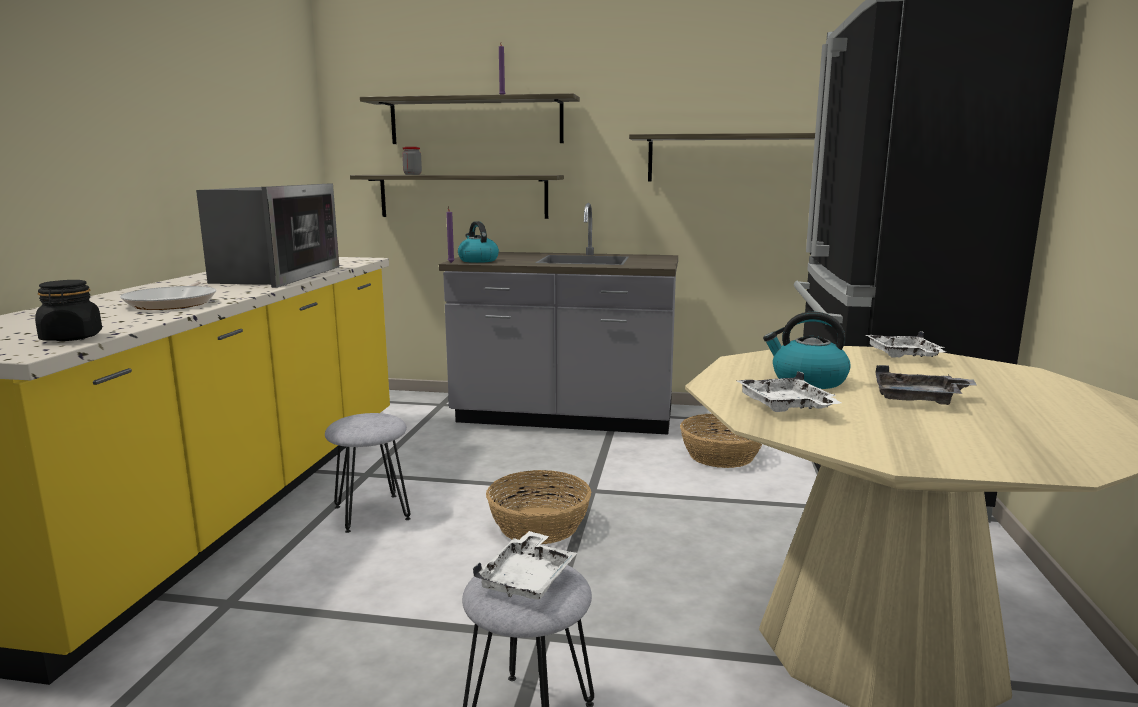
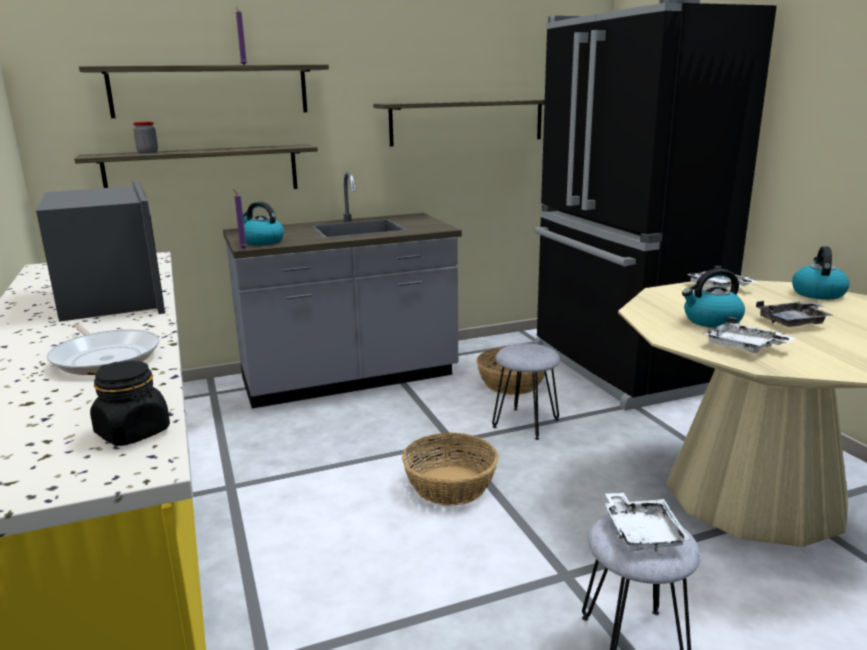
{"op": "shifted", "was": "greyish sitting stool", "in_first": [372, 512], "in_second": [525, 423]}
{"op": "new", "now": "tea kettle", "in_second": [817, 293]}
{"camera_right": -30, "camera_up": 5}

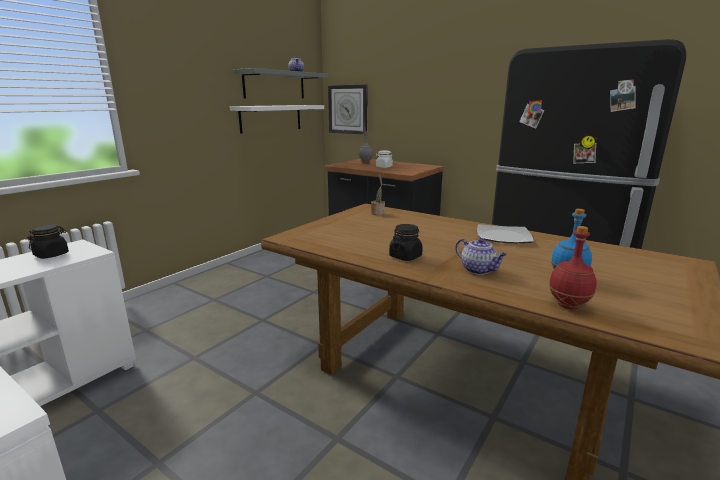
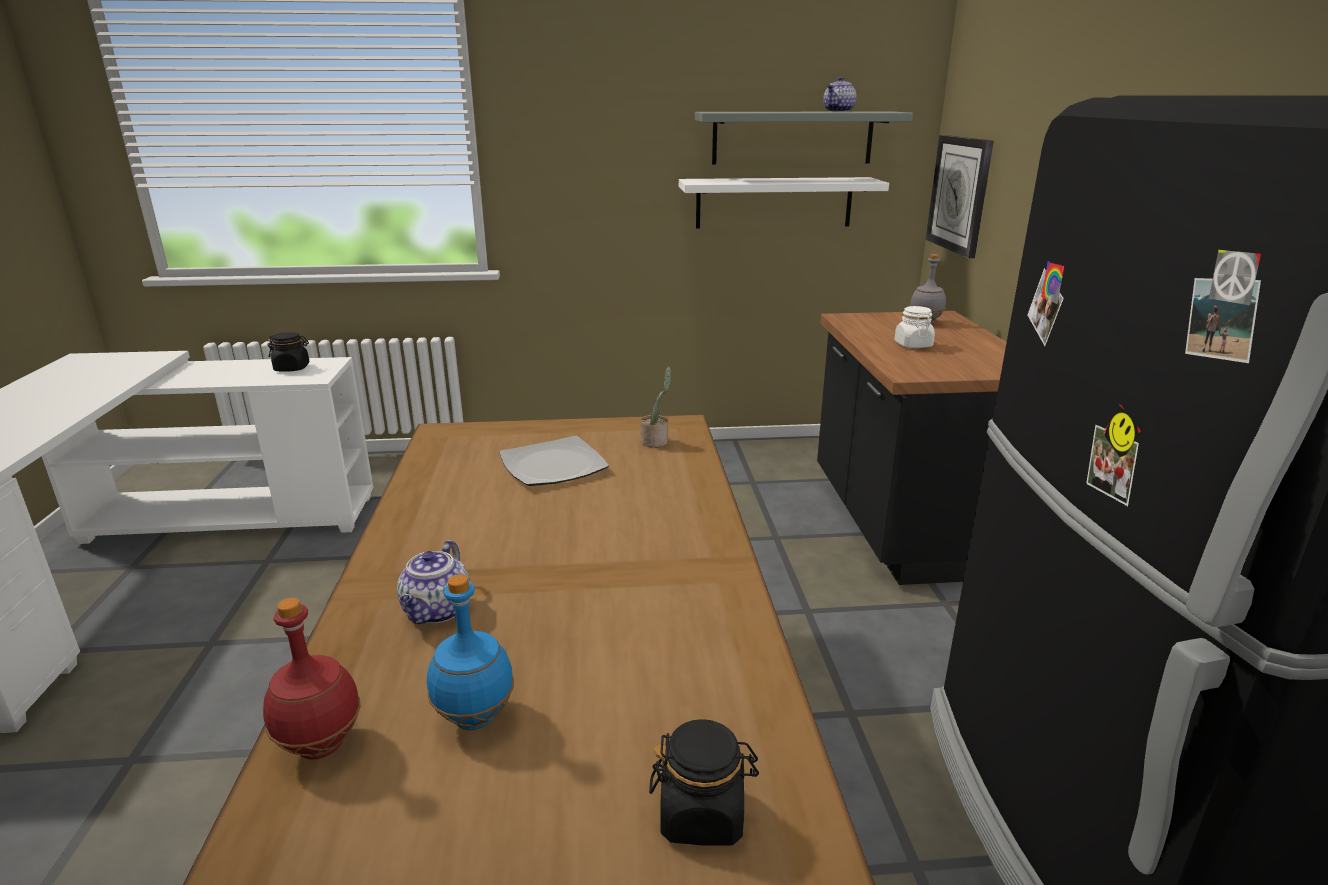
{"op": "shifted", "was": "blackish storage jar", "in_first": [405, 256], "in_second": [702, 815]}
{"op": "shifted", "was": "plate", "in_first": [503, 236], "in_second": [554, 465]}
{"camera_right": 50, "camera_up": 5}

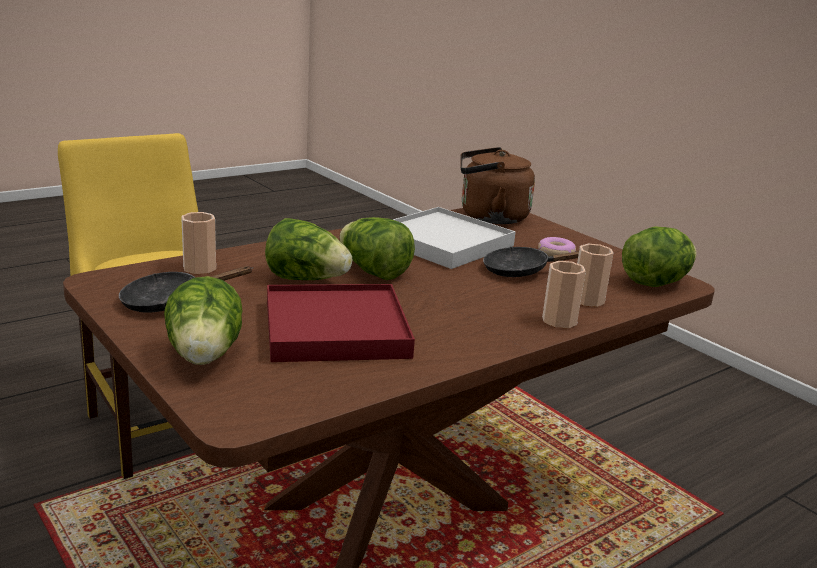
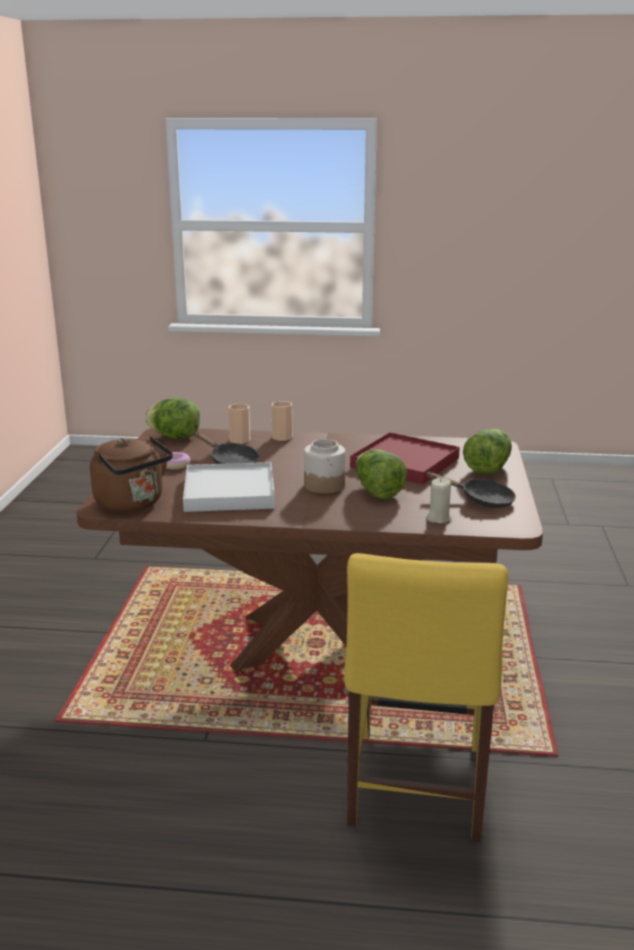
{"op": "swapped", "was": "small cup", "now": "beige-coloured wax candle", "in_first": [199, 268], "in_second": [438, 518]}
{"op": "swapped", "was": "lettuce", "now": "storage jar", "in_first": [373, 272], "in_second": [324, 485]}
{"camera_right": -135, "camera_up": 0}

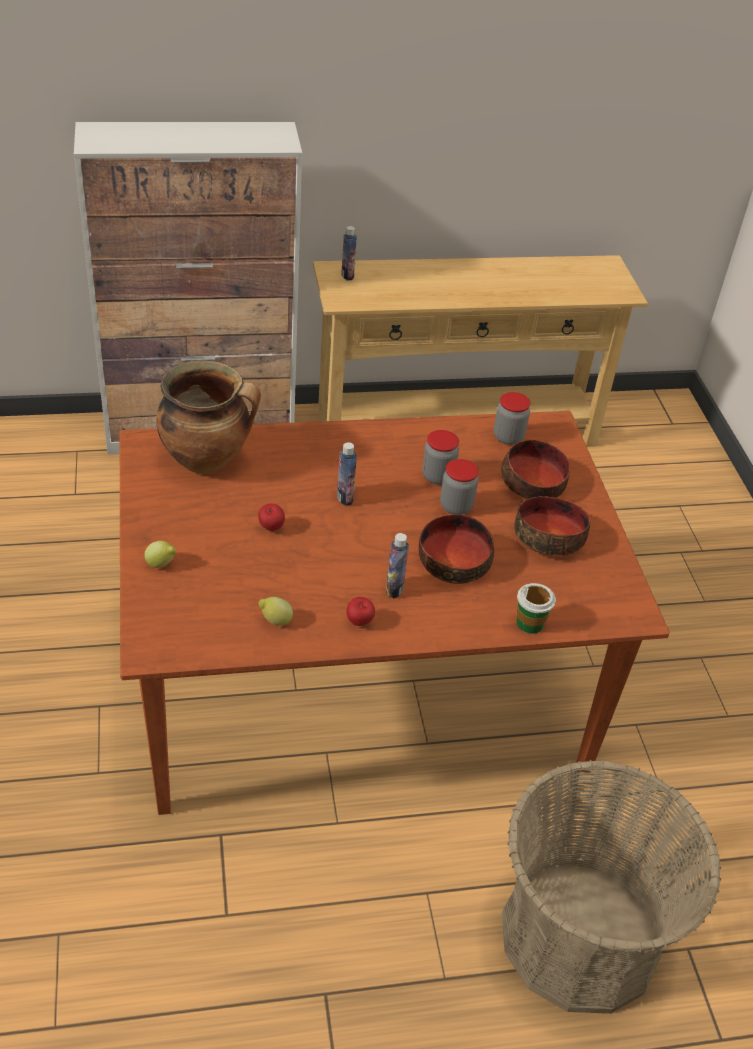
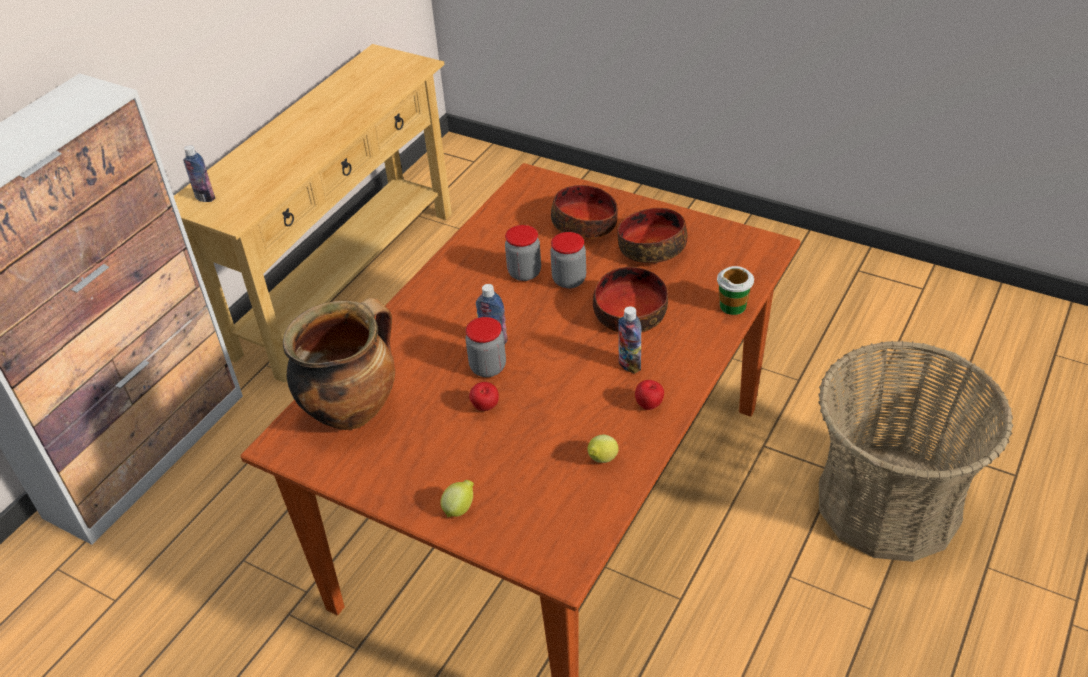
{"op": "shifted", "was": "storage jar", "in_first": [508, 437], "in_second": [488, 367]}
{"camera_right": -45, "camera_up": 0}

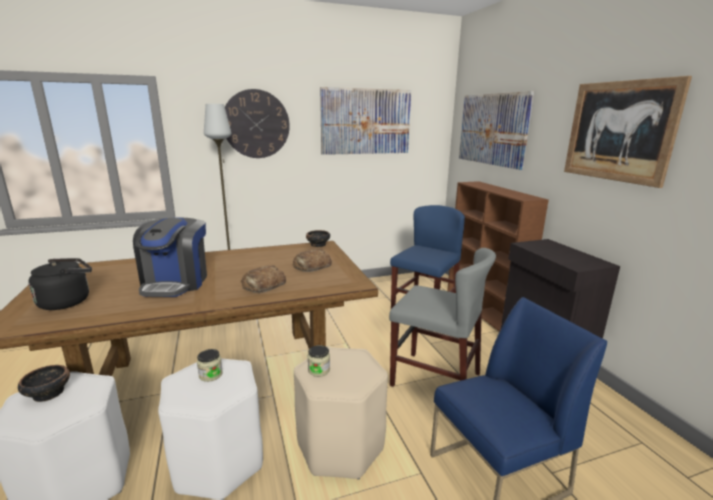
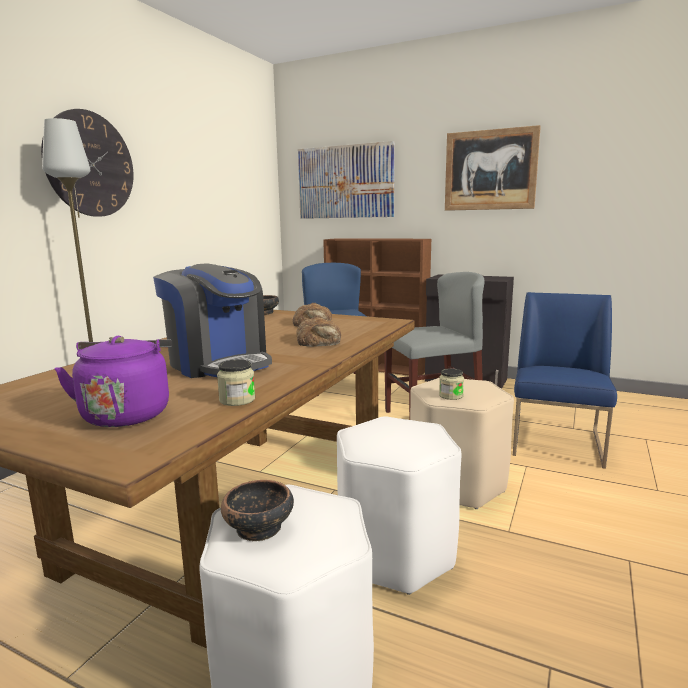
{"op": "repainted", "was": "blackish tea kettle", "now": "purple tea kettle", "in_first": [68, 301], "in_second": [127, 414]}
{"op": "shifted", "was": "storage jar", "in_first": [210, 375], "in_second": [237, 400]}
{"op": "gone", "was": "picture", "in_first": [366, 121]}
{"camera_right": -45, "camera_up": -5}

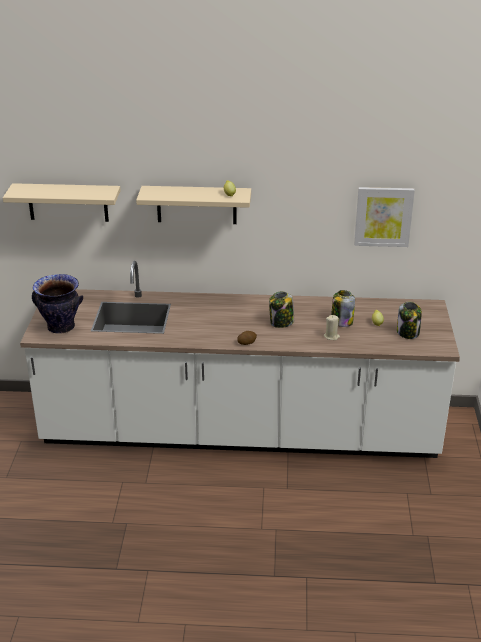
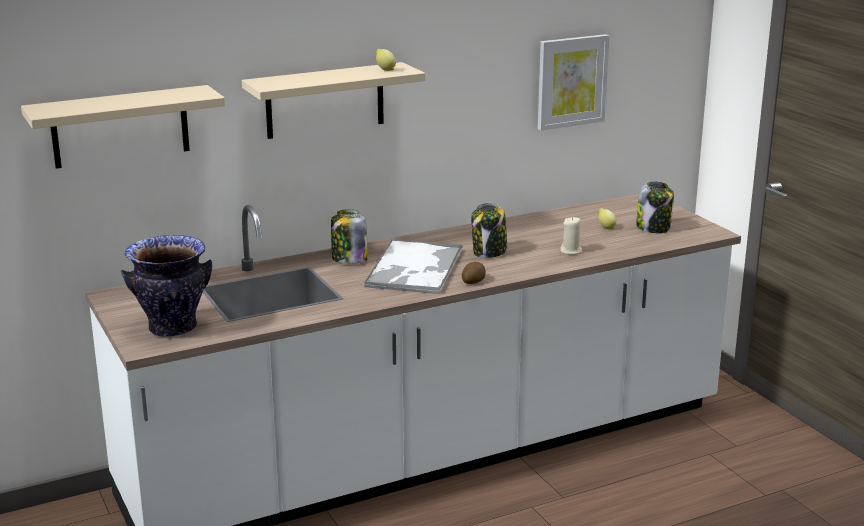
{"op": "shifted", "was": "storage jar", "in_first": [341, 321], "in_second": [349, 259]}
{"op": "new", "now": "tray", "in_second": [414, 269]}
{"camera_right": -30, "camera_up": -10}

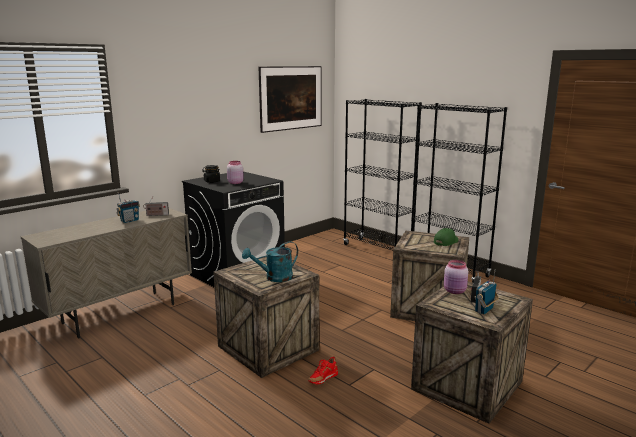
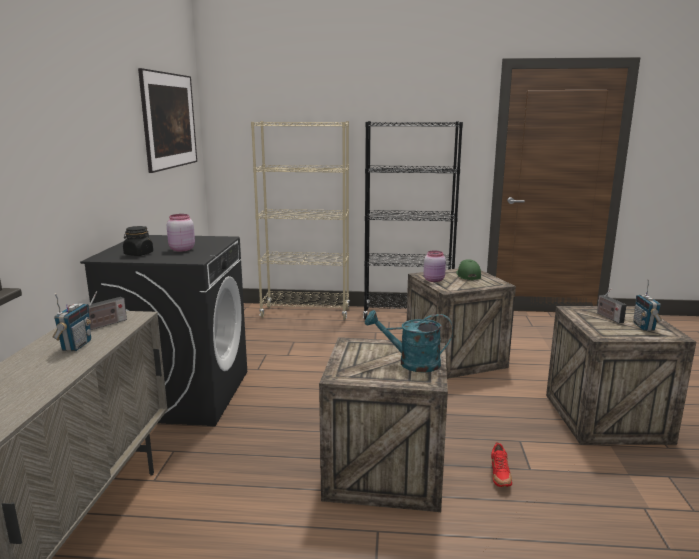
{"op": "rotated", "was": "blue-green sprinkling can", "in_first": [274, 278], "in_second": [411, 363], "clockwise": 75}
{"op": "repainted", "was": "blackish shelving unit", "now": "beige-coloured shelving unit", "in_first": [377, 249], "in_second": [306, 313]}
{"op": "shifted", "was": "pink-coloured storage jar", "in_first": [455, 291], "in_second": [434, 280]}
{"camera_right": -40, "camera_up": 0}

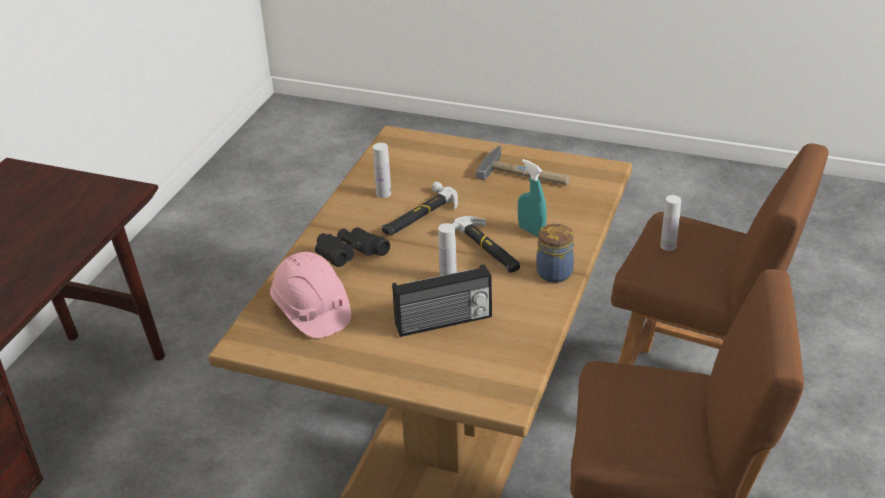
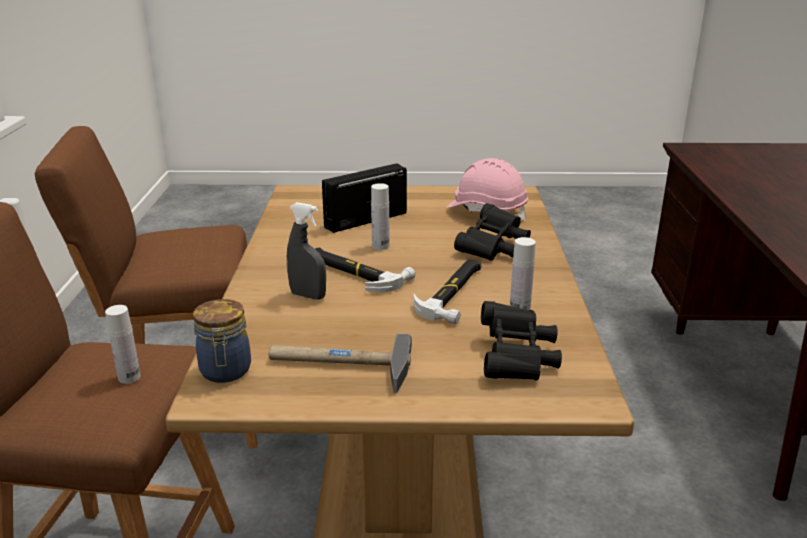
{"op": "repainted", "was": "blue-green hand sprayer", "now": "greyish hand sprayer", "in_first": [531, 231], "in_second": [308, 295]}
{"op": "shifted", "was": "storage jar", "in_first": [554, 272], "in_second": [225, 372]}
{"op": "new", "now": "blackish pair of binoculars", "in_second": [517, 359]}
{"camera_right": 160, "camera_up": -10}

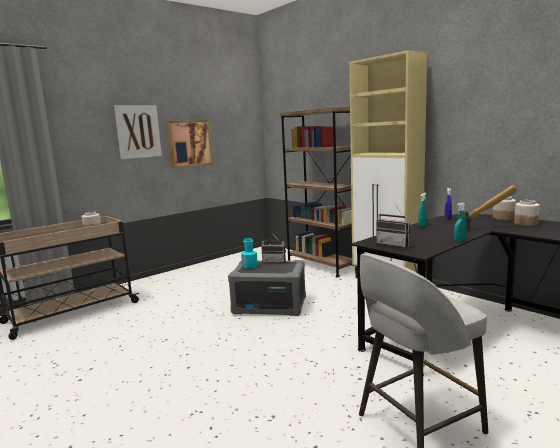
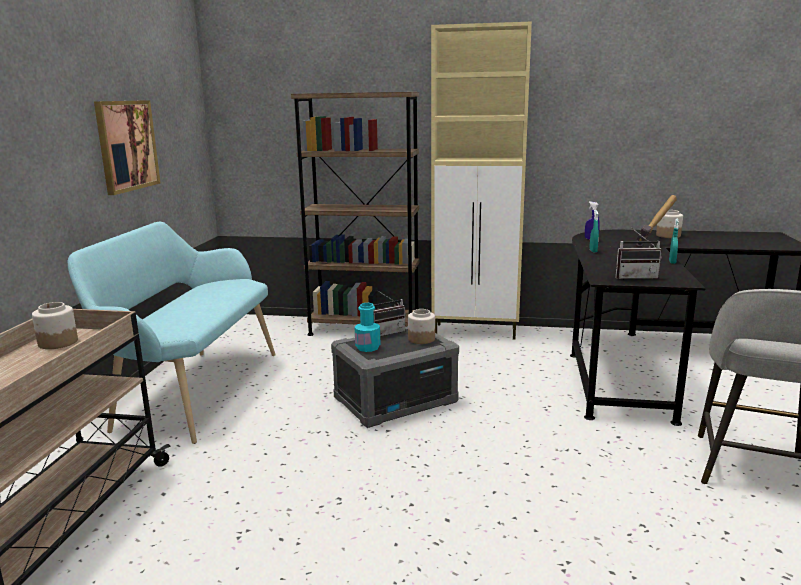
{"op": "gone", "was": "picture", "in_first": [138, 131]}
{"op": "shifted", "was": "storage jar", "in_first": [503, 218], "in_second": [421, 339]}
{"op": "new", "now": "blue-green bench", "in_second": [191, 390]}
{"camera_right": -40, "camera_up": 5}

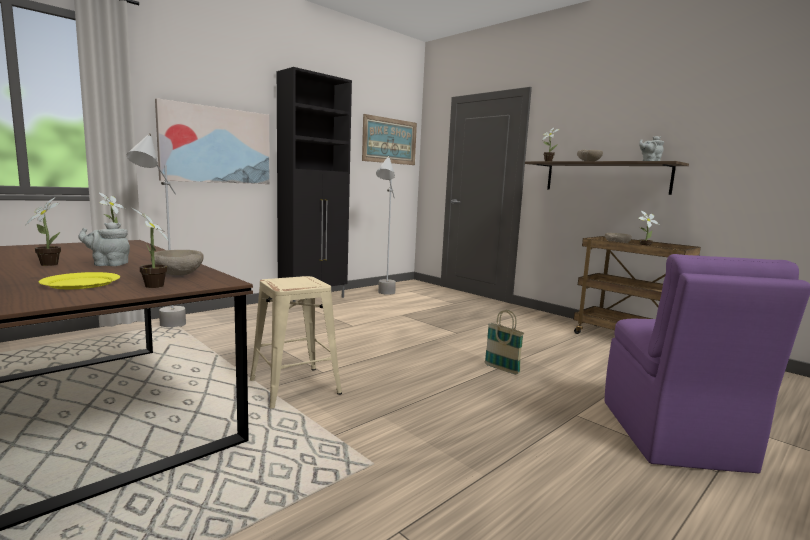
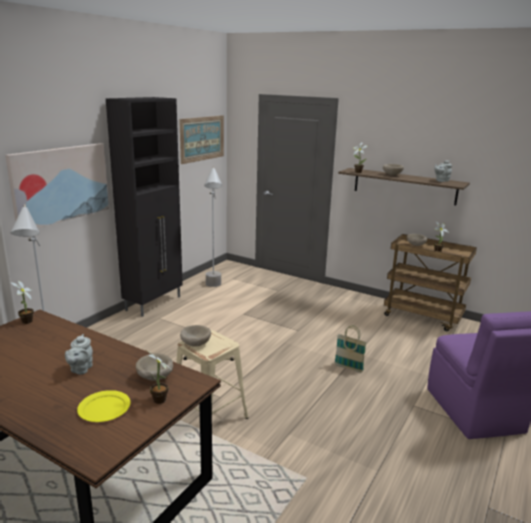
{"op": "gone", "was": "houseplant", "in_first": [49, 264]}
{"op": "rotated", "was": "greyish pot for tea", "in_first": [108, 264], "in_second": [80, 369], "clockwise": -60}
{"op": "new", "now": "beige-coloured serving bowl", "in_second": [195, 344]}
{"camera_right": -15, "camera_up": 10}

